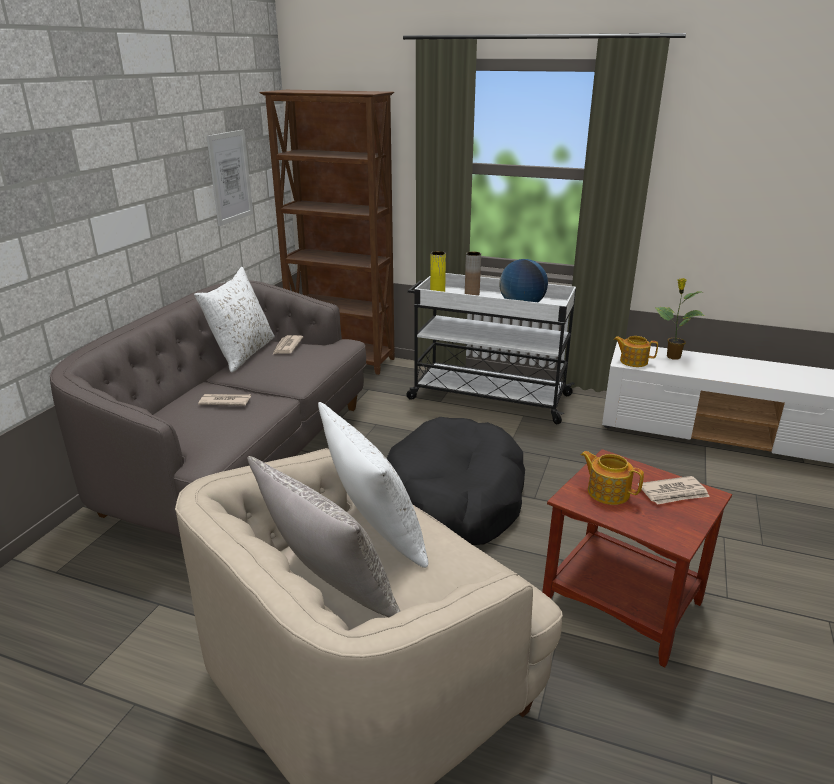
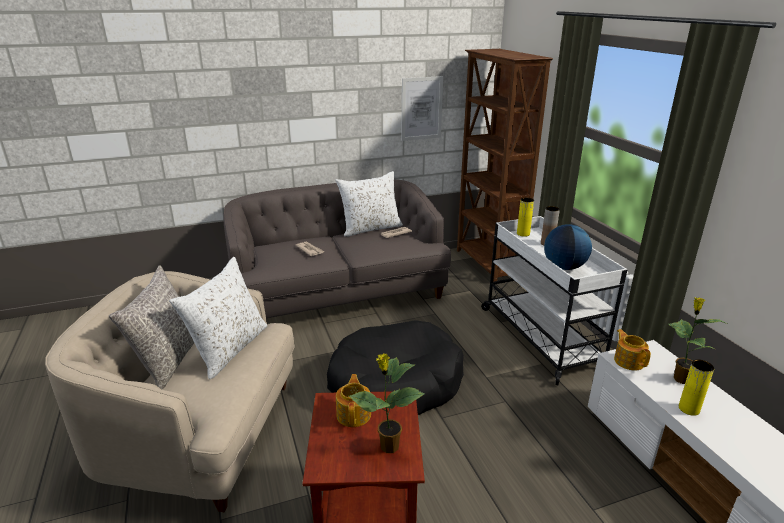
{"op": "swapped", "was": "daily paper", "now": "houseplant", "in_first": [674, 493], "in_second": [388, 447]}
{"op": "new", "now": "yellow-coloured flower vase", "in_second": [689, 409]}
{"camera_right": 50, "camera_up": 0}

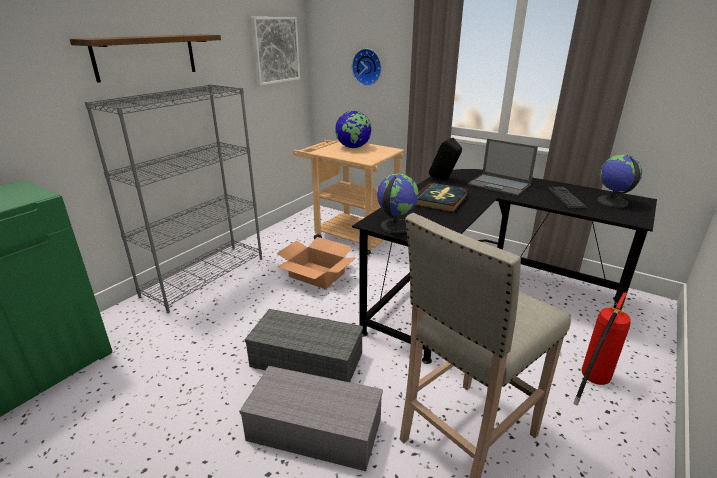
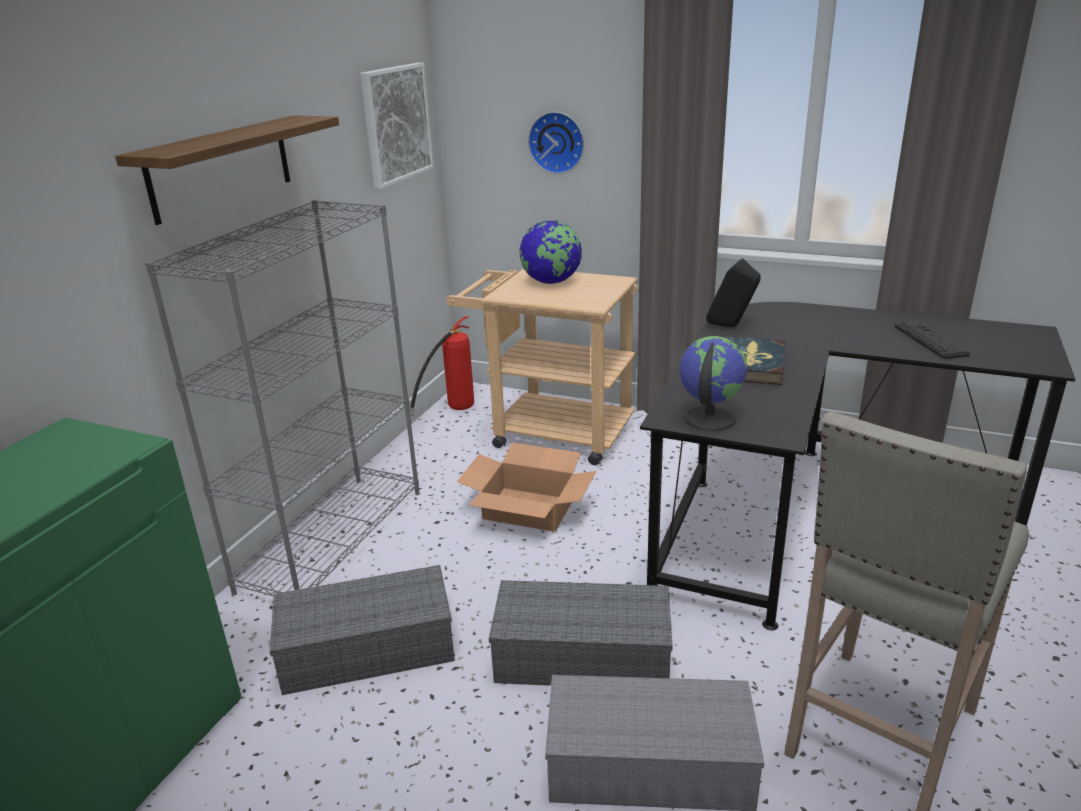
{"op": "gone", "was": "laptop", "in_first": [499, 185]}
{"op": "shifted", "was": "fire-fighting cylinder", "in_first": [589, 385], "in_second": [451, 411]}
{"op": "gone", "was": "desk globe", "in_first": [612, 202]}
{"op": "new", "now": "greyish storage box", "in_second": [370, 646]}
{"camera_right": -10, "camera_up": 0}

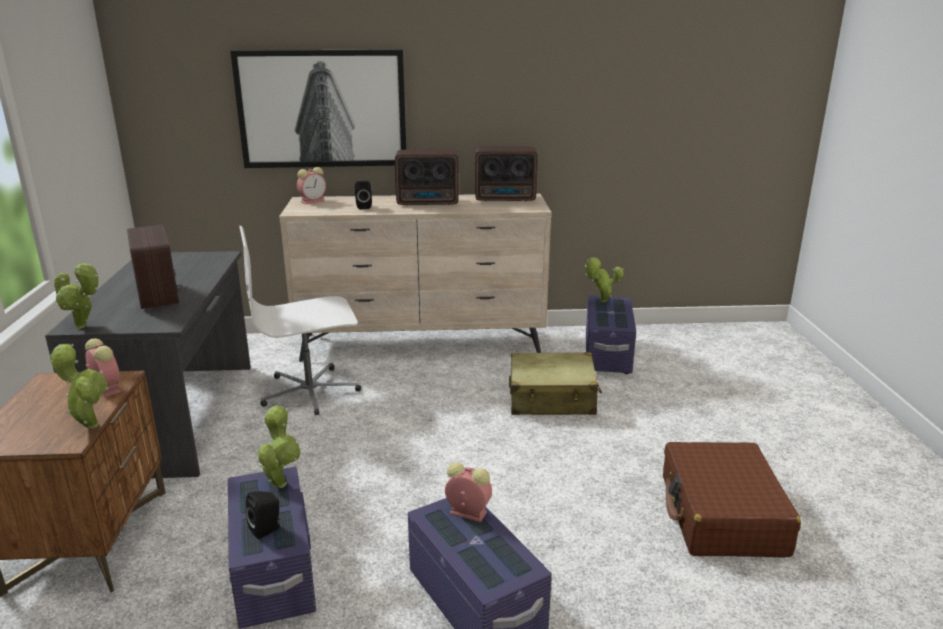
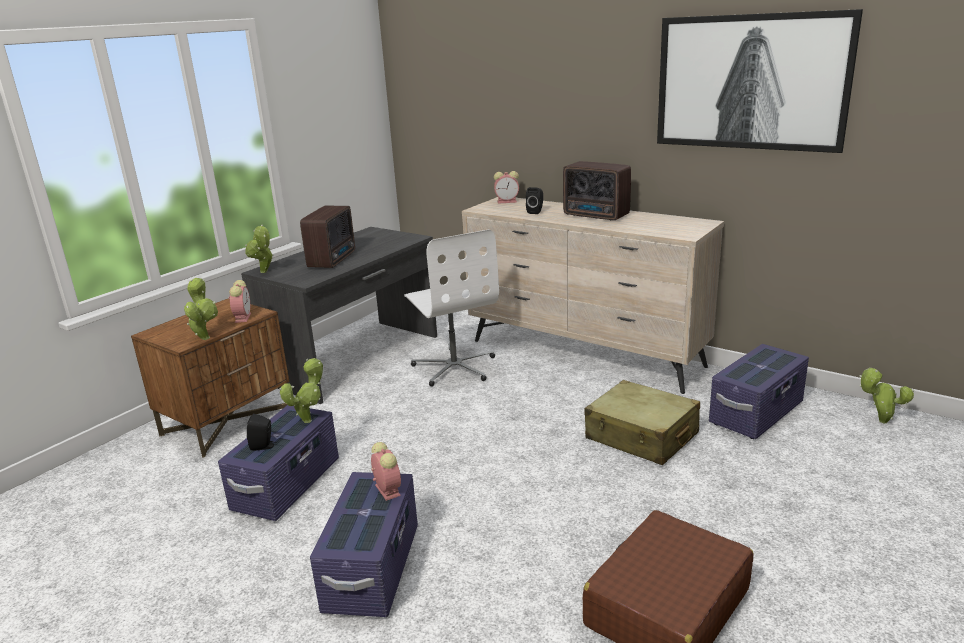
{"op": "shifted", "was": "picture", "in_first": [322, 109], "in_second": [751, 82]}
{"op": "rotated", "was": "white office chair", "in_first": [310, 391], "in_second": [455, 367], "clockwise": -135}
{"op": "gone", "was": "radio receiver", "in_first": [506, 199]}
{"op": "shifted", "was": "houseplant", "in_first": [601, 301], "in_second": [879, 421]}
{"camera_right": 40, "camera_up": 0}

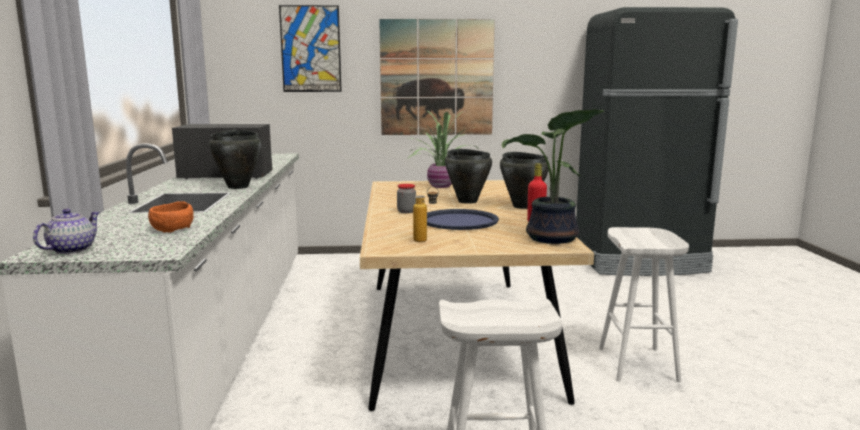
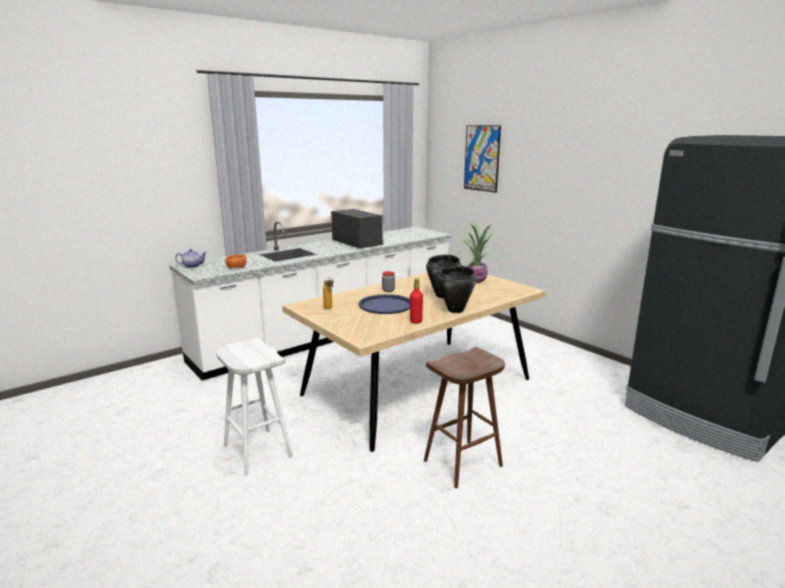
{"op": "gone", "was": "blackish cooking pot", "in_first": [238, 187]}
{"op": "gone", "was": "picture", "in_first": [437, 78]}
{"op": "gone", "was": "houseplant", "in_first": [551, 239]}
{"op": "repainted", "was": "white sitting stool", "now": "brown-coloured sitting stool", "in_first": [639, 365], "in_second": [462, 464]}
{"camera_right": 55, "camera_up": 5}

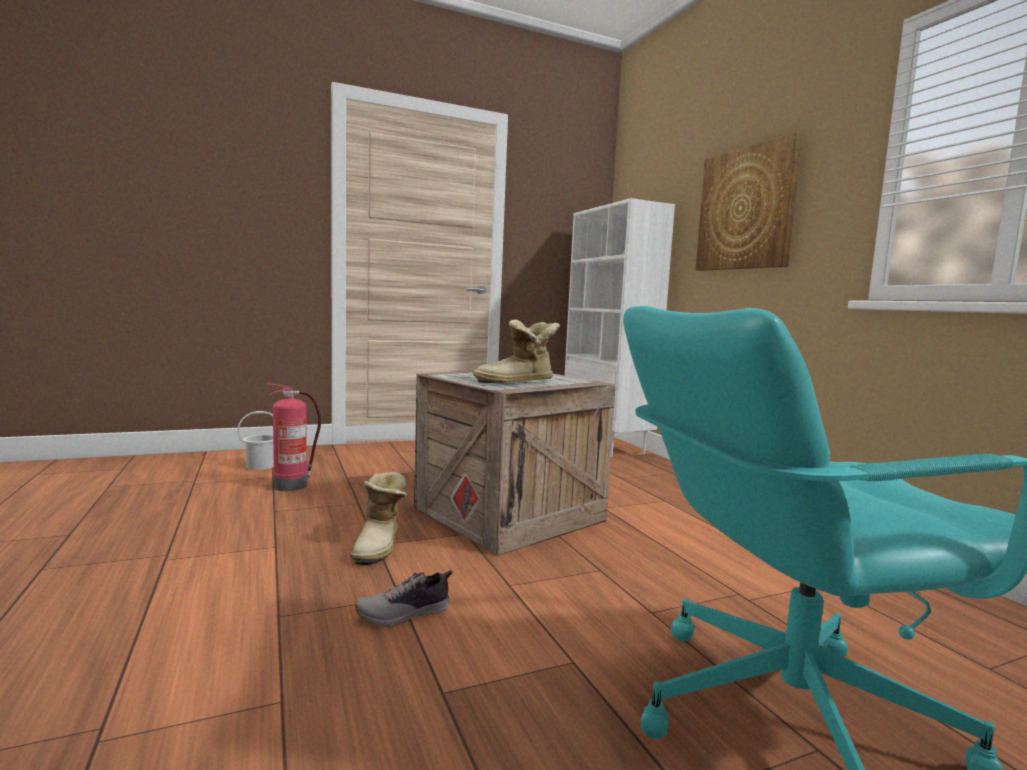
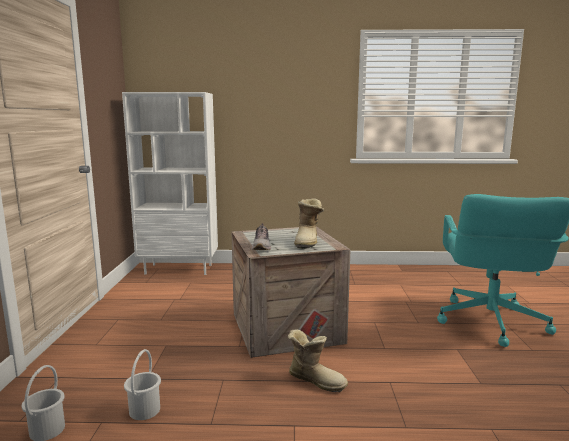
{"op": "swapped", "was": "fire-fighting cylinder", "now": "white water bucket", "in_first": [292, 485], "in_second": [144, 410]}
{"op": "shifted", "was": "shoe", "in_first": [405, 614], "in_second": [262, 247]}
{"op": "gone", "was": "picture", "in_first": [746, 209]}
{"camera_right": -65, "camera_up": 5}

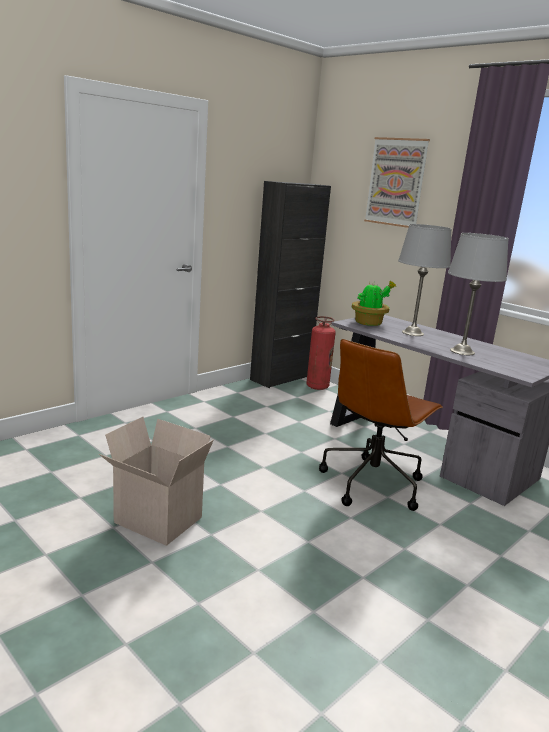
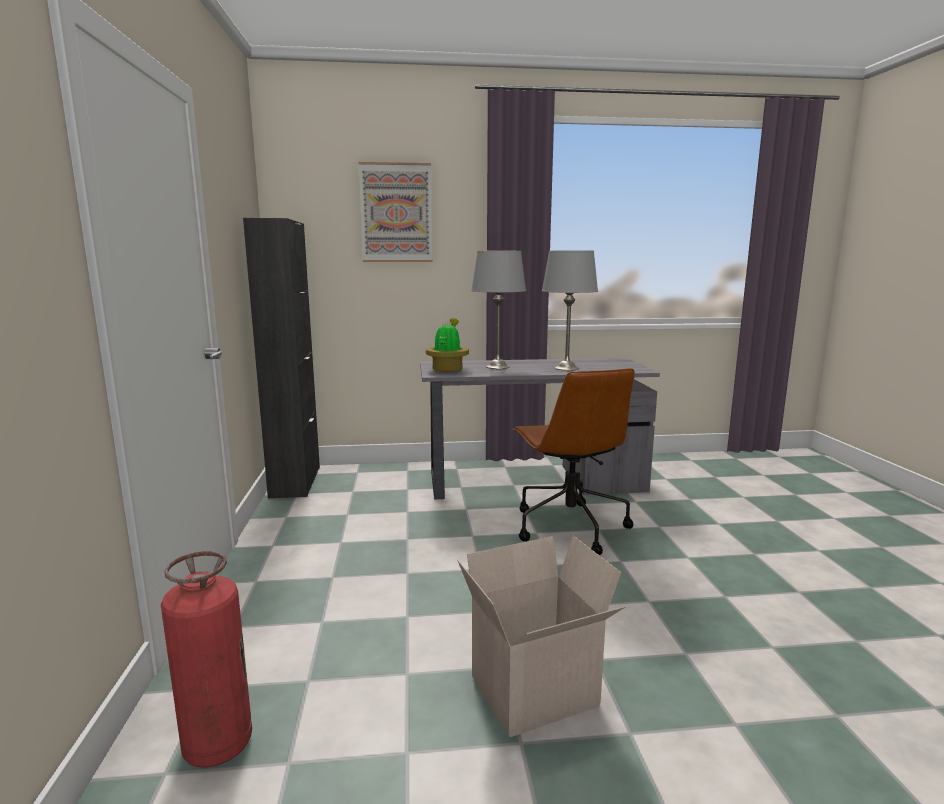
{"op": "shifted", "was": "fire-fighting cylinder", "in_first": [317, 386], "in_second": [218, 745]}
{"camera_right": -50, "camera_up": -5}

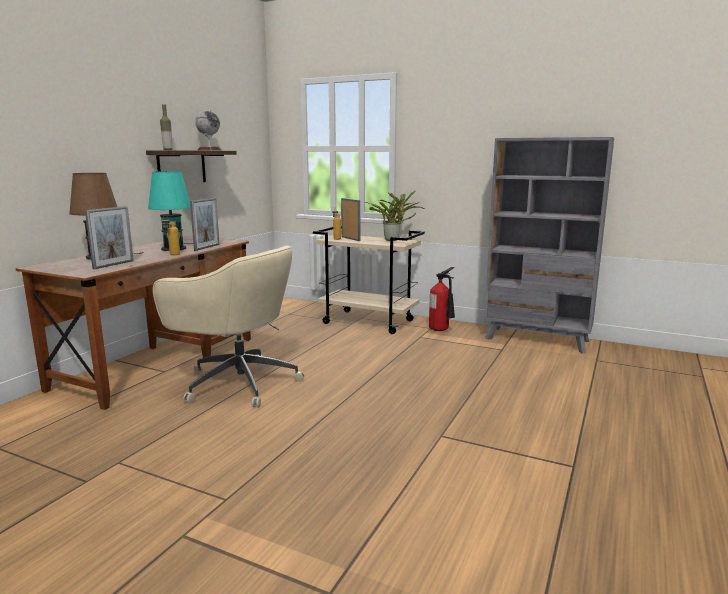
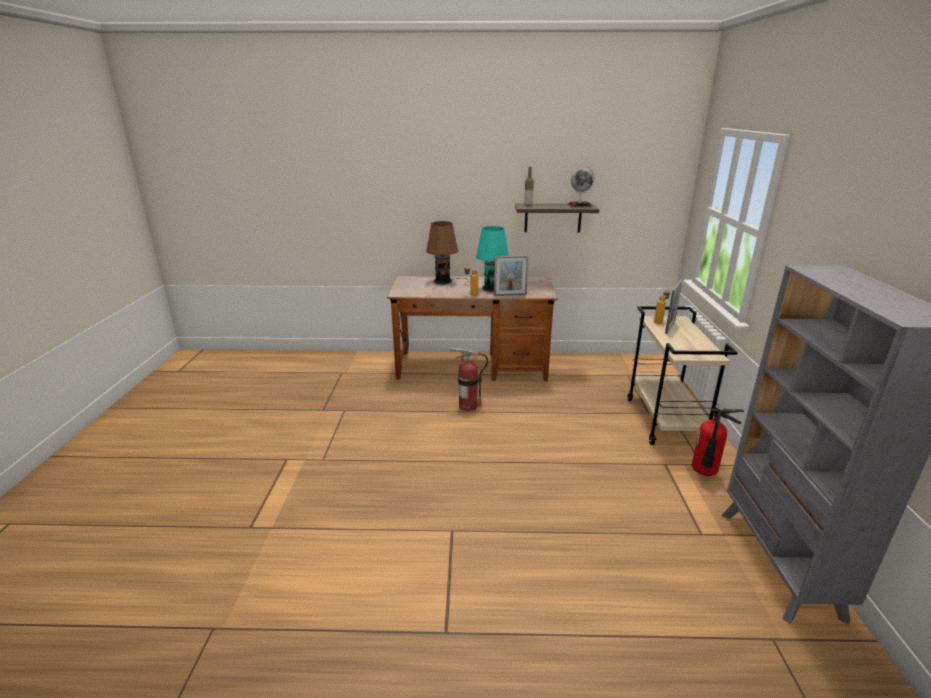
{"op": "gone", "was": "picture frame", "in_first": [113, 265]}
{"op": "swapped", "was": "beige-coloured office chair", "now": "fire-fighting cylinder", "in_first": [238, 382], "in_second": [468, 406]}
{"op": "gone", "was": "houseplant", "in_first": [393, 240]}
{"camera_right": 65, "camera_up": 10}

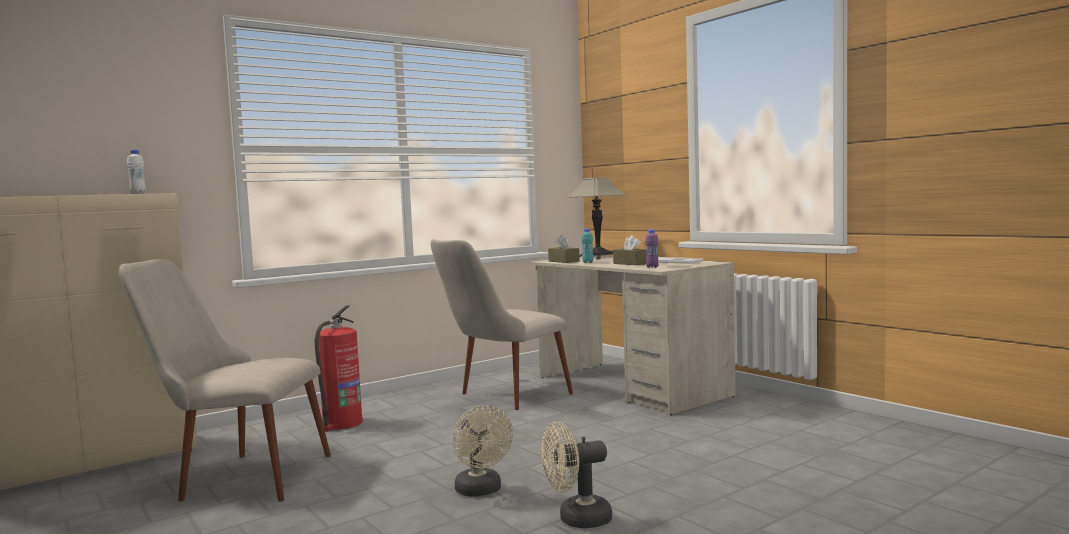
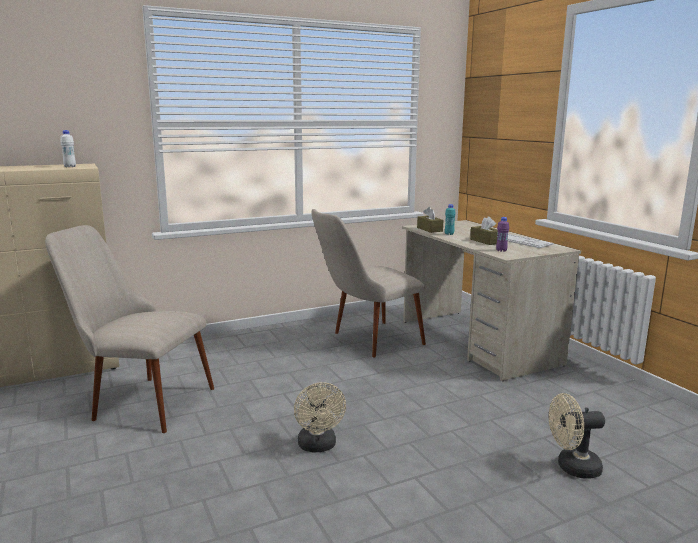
{"op": "gone", "was": "fire-fighting cylinder", "in_first": [341, 423]}
{"op": "shifted", "was": "beige-coloured fan", "in_first": [577, 519], "in_second": [572, 468]}
{"op": "gone", "was": "tabletop lamp", "in_first": [598, 257]}
{"camera_right": 10, "camera_up": 10}

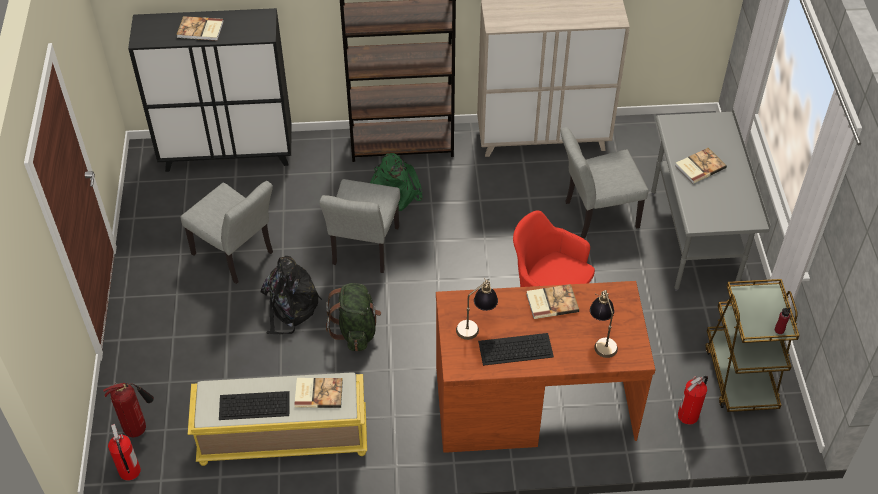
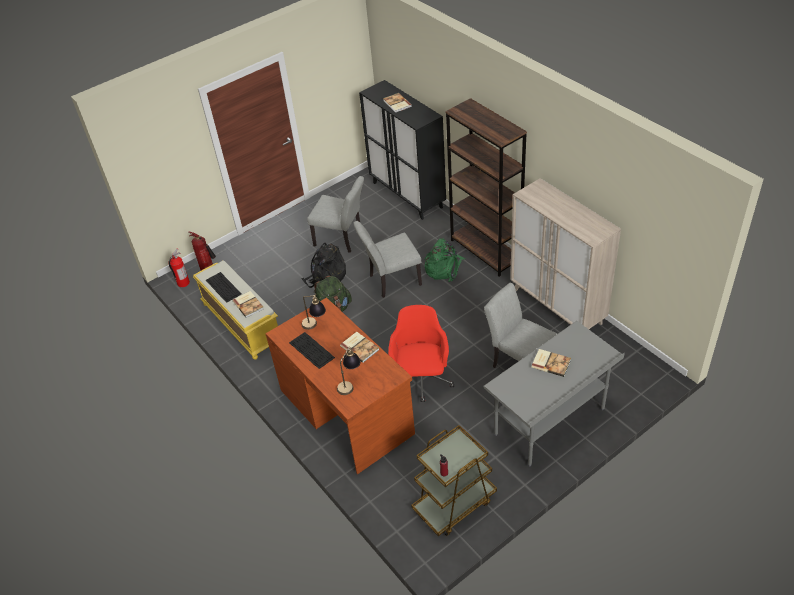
{"op": "rotated", "was": "greyish plain chair", "in_first": [237, 256], "in_second": [342, 239], "clockwise": -75}
{"op": "gone", "was": "fire-fighting cylinder", "in_first": [688, 416]}
{"camera_right": 60, "camera_up": -5}

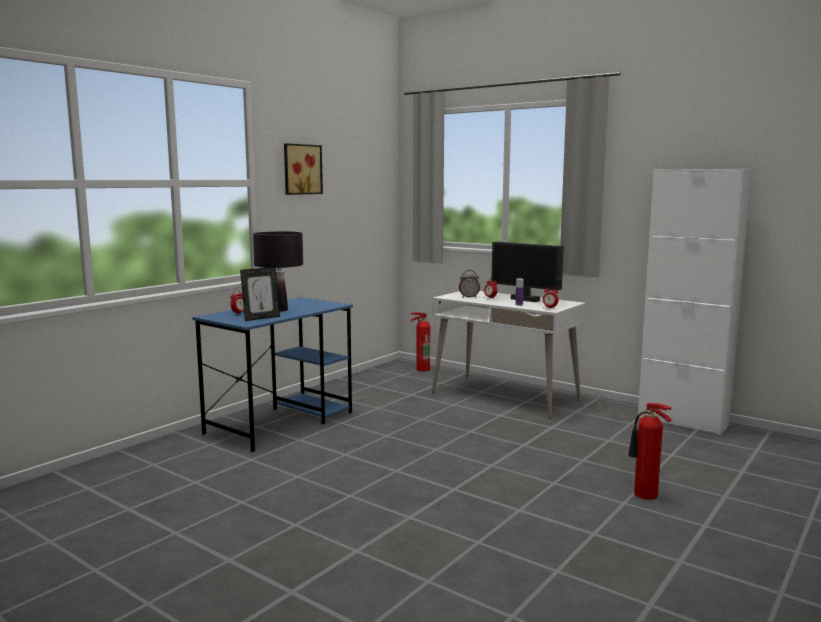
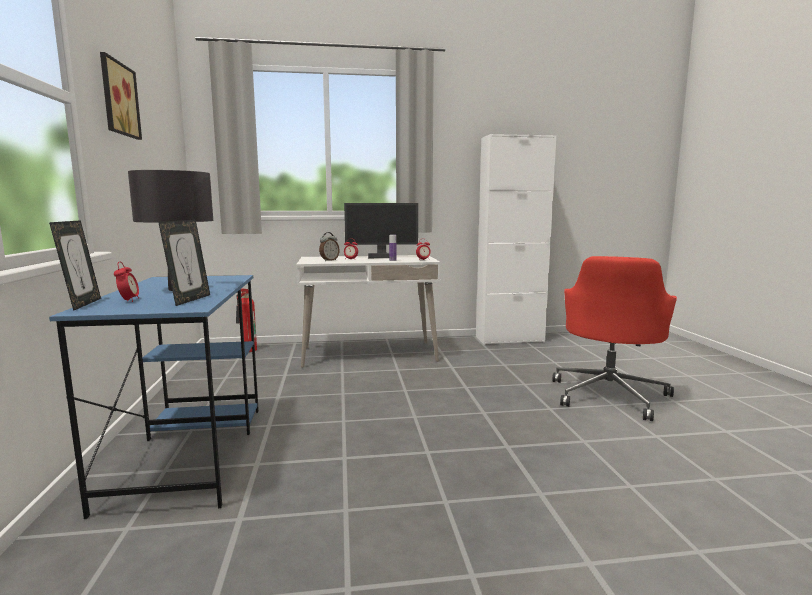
{"op": "swapped", "was": "fire-fighting cylinder", "now": "red office chair", "in_first": [645, 496], "in_second": [609, 395]}
{"op": "new", "now": "picture frame", "in_second": [82, 304]}
{"camera_right": -45, "camera_up": 0}

